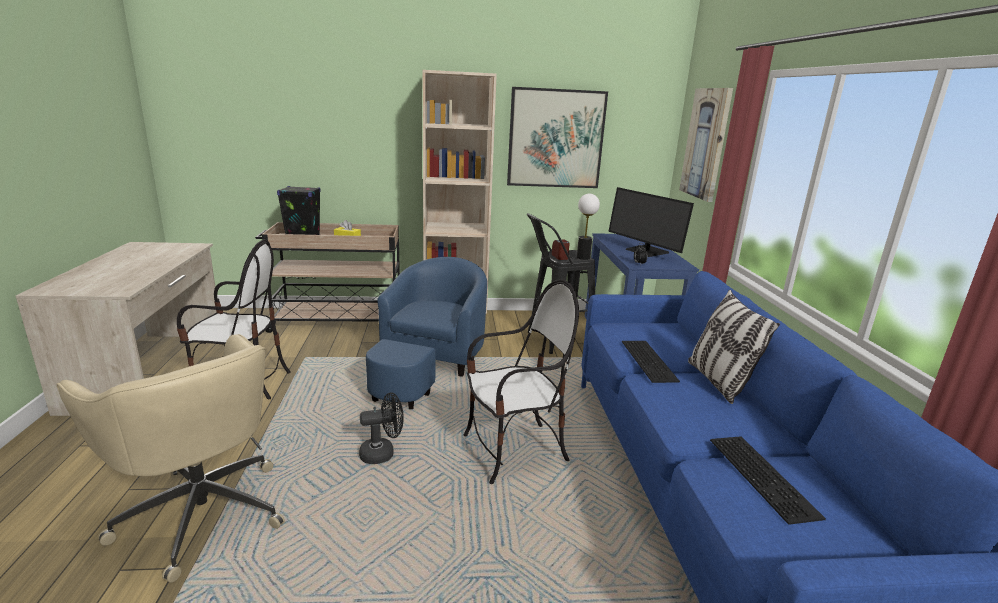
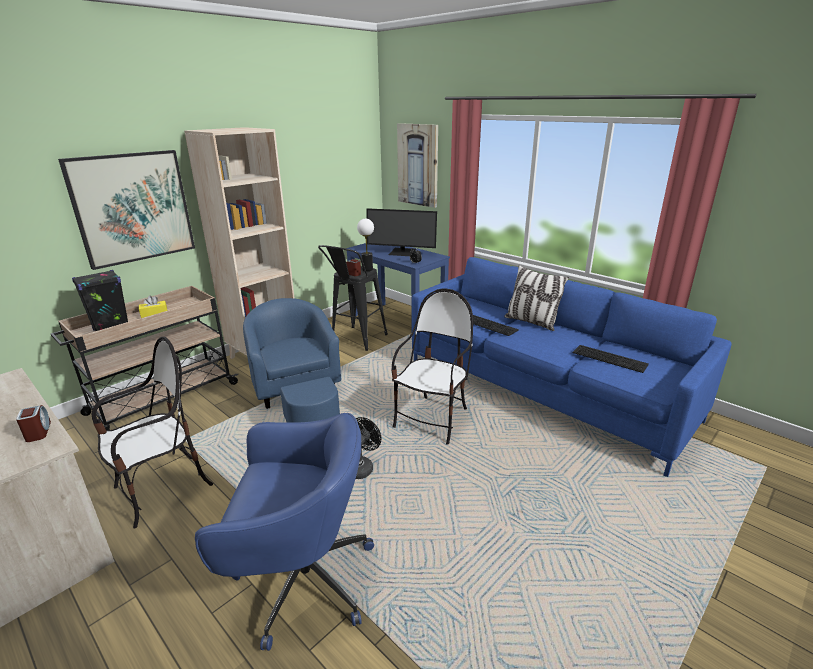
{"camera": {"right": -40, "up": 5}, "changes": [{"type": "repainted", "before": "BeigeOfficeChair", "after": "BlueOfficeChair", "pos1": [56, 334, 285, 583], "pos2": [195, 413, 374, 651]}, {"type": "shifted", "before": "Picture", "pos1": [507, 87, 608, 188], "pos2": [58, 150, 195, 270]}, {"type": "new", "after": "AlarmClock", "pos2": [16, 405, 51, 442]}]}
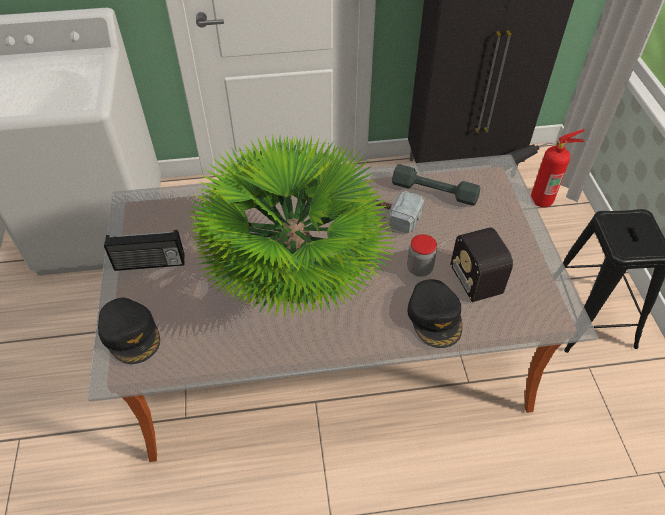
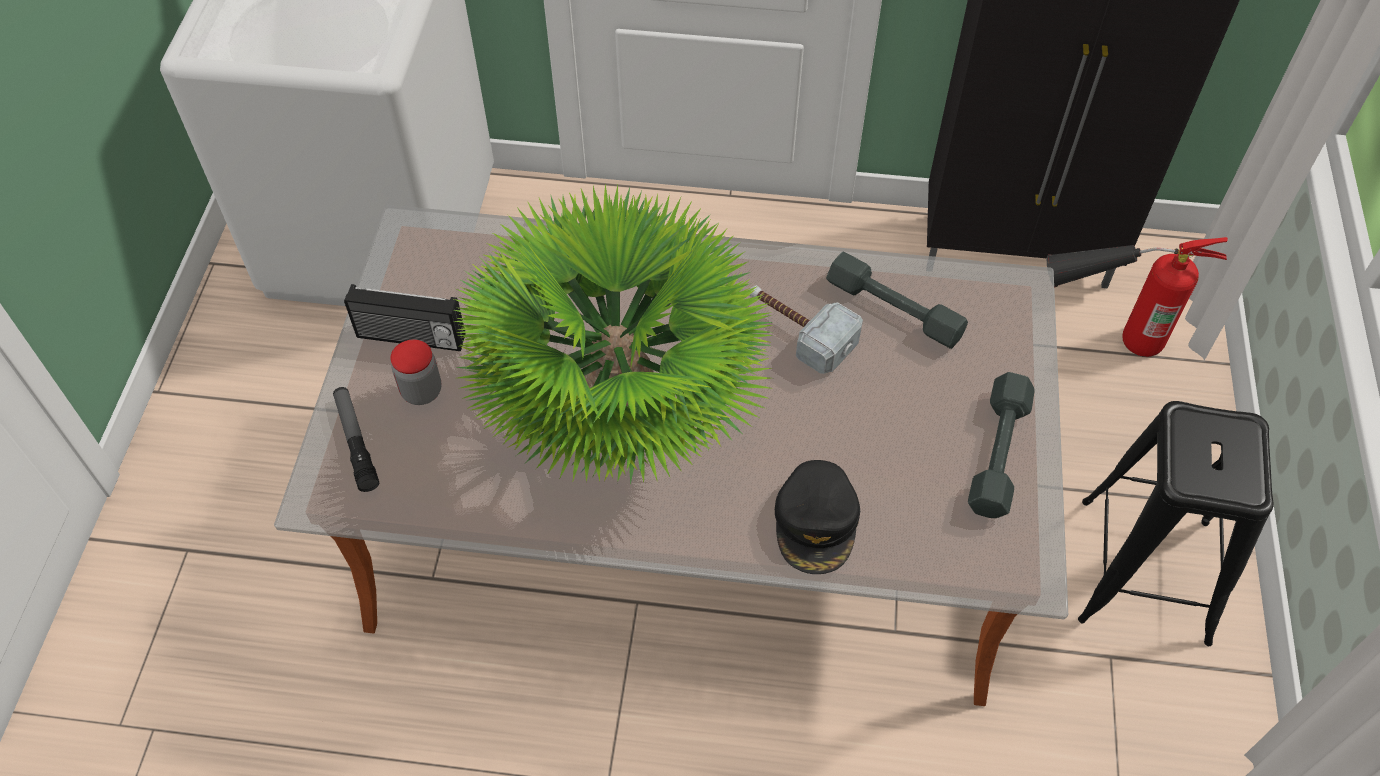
{"camera": {"right": 15, "up": 5}, "changes": [{"type": "swapped", "before": "BlackCap", "after": "Flashlight", "pos1": [98, 298, 160, 364], "pos2": [333, 387, 379, 492]}, {"type": "shifted", "before": "Jar", "pos1": [407, 234, 437, 277], "pos2": [391, 339, 442, 405]}, {"type": "gone", "before": "Radio", "pos1": [439, 227, 513, 302]}, {"type": "new", "after": "GreyDumbbell", "pos2": [968, 372, 1035, 518]}]}
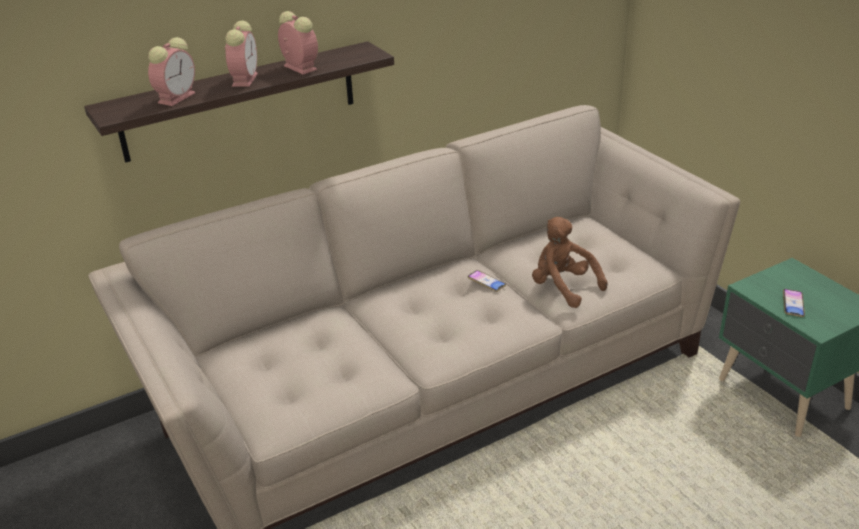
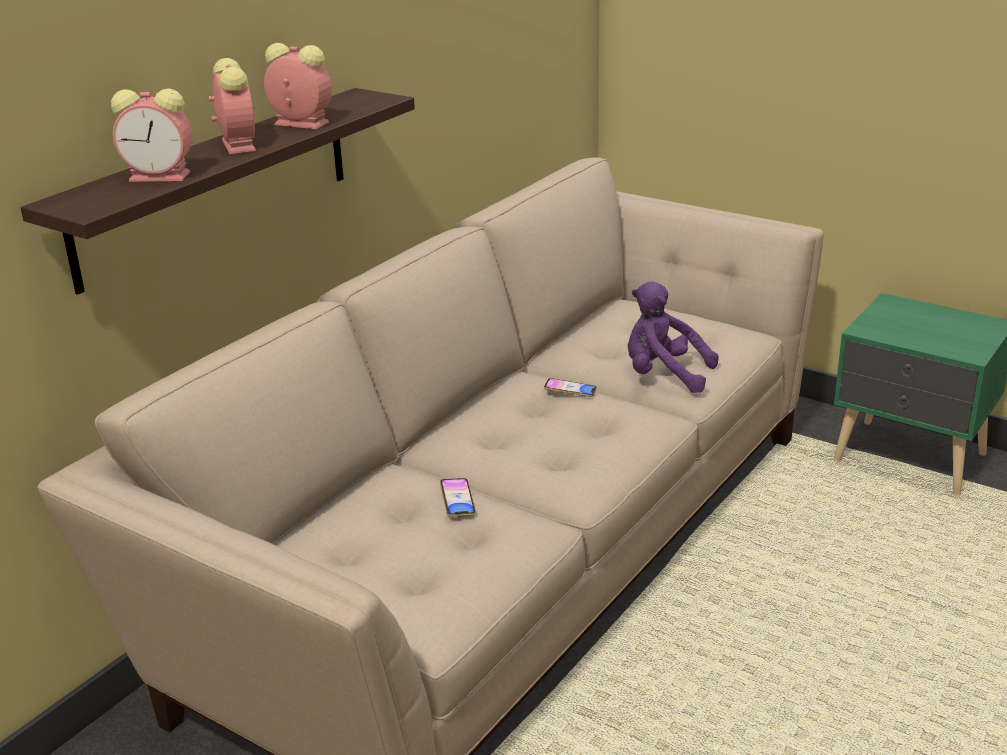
{"camera": {"right": -25, "up": -5}, "changes": [{"type": "rotated", "before": "AlarmClock", "pos1": [148, 37, 195, 106], "pos2": [111, 89, 192, 182], "turn": 90}, {"type": "repainted", "before": "BrownPlushToy", "after": "PurplePlushToy", "pos1": [532, 217, 608, 308], "pos2": [628, 282, 718, 393]}, {"type": "shifted", "before": "Phone", "pos1": [783, 289, 805, 317], "pos2": [440, 478, 476, 517]}]}
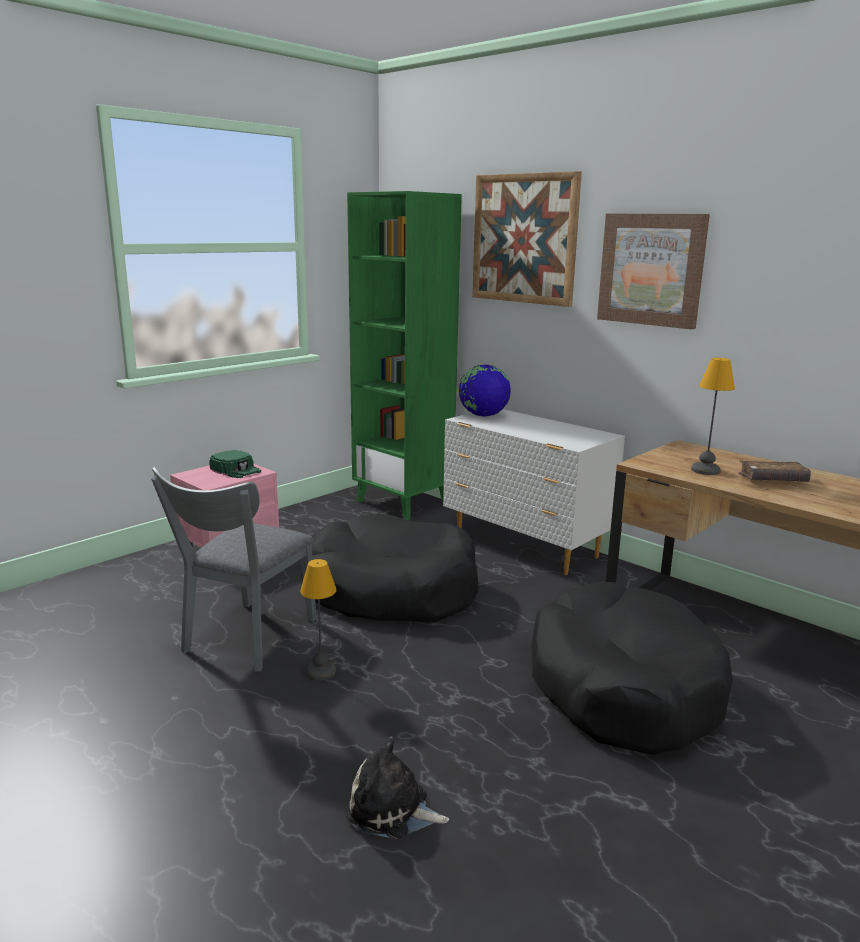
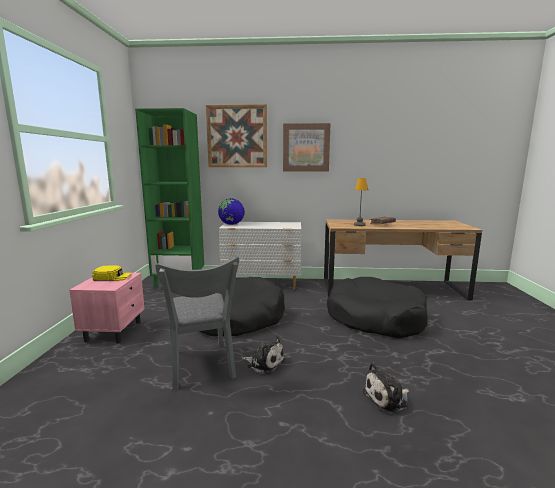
{"camera": {"right": -40, "up": -5}, "changes": [{"type": "repainted", "before": "GreenCap", "after": "YellowCap", "pos1": [209, 450, 261, 478], "pos2": [92, 265, 132, 281]}, {"type": "swapped", "before": "TableLamp", "after": "PlushToy", "pos1": [300, 559, 337, 681], "pos2": [242, 336, 285, 374]}]}
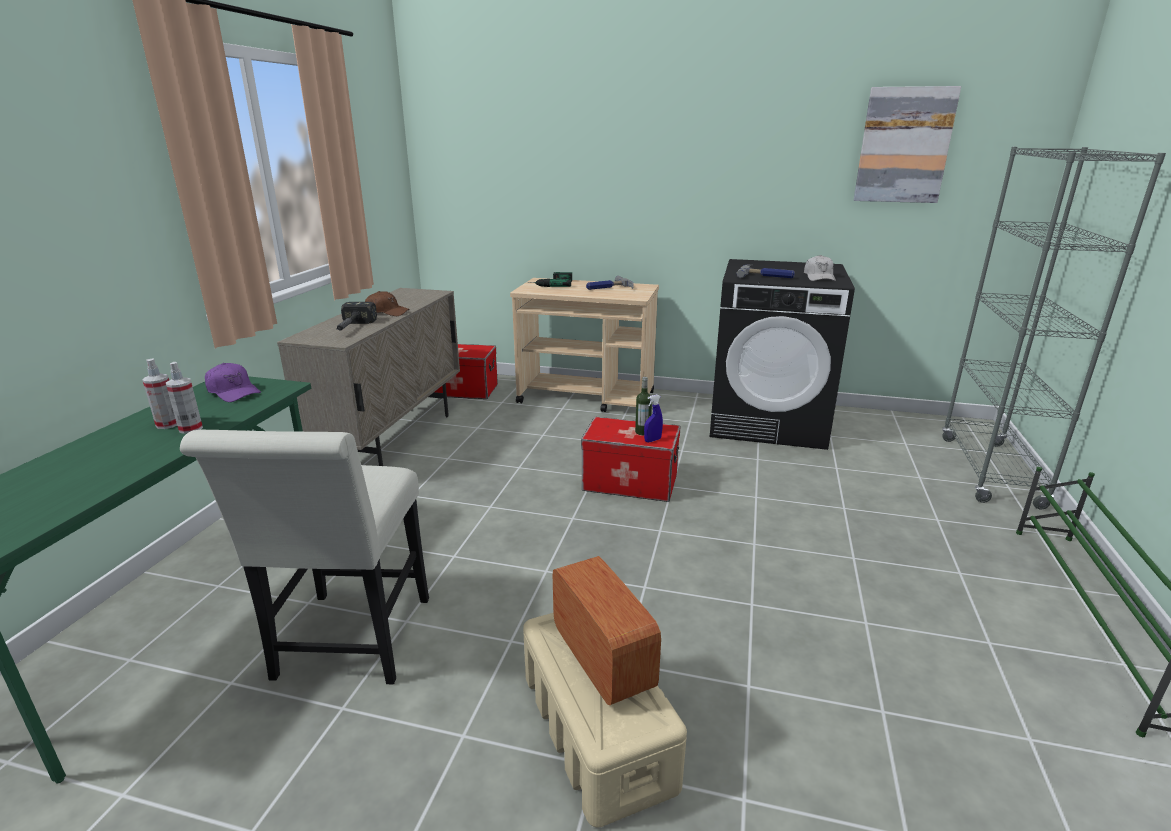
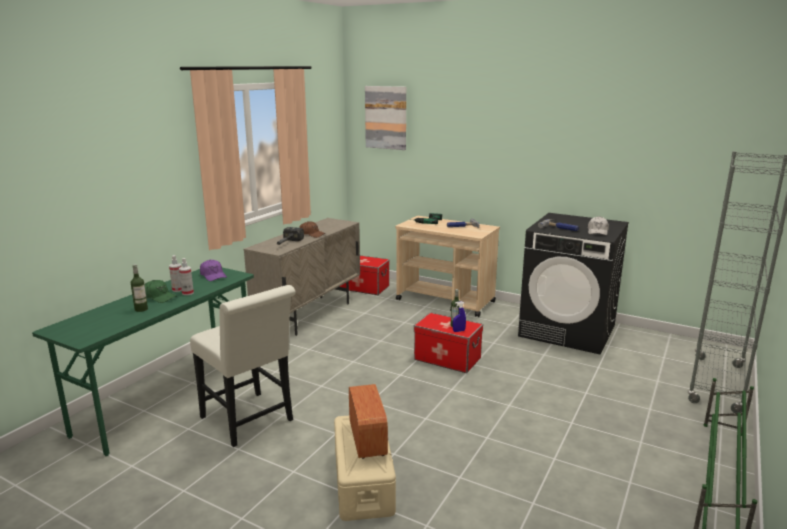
{"camera": {"right": 15, "up": -5}, "changes": [{"type": "rotated", "before": "WhiteChair", "pos1": [180, 430, 429, 684], "pos2": [190, 285, 296, 447], "turn": -60}, {"type": "shifted", "before": "Picture", "pos1": [854, 86, 961, 203], "pos2": [365, 86, 406, 150]}, {"type": "new", "after": "Bottle", "pos2": [131, 264, 148, 312]}, {"type": "new", "after": "GreenCap", "pos2": [145, 280, 177, 303]}]}
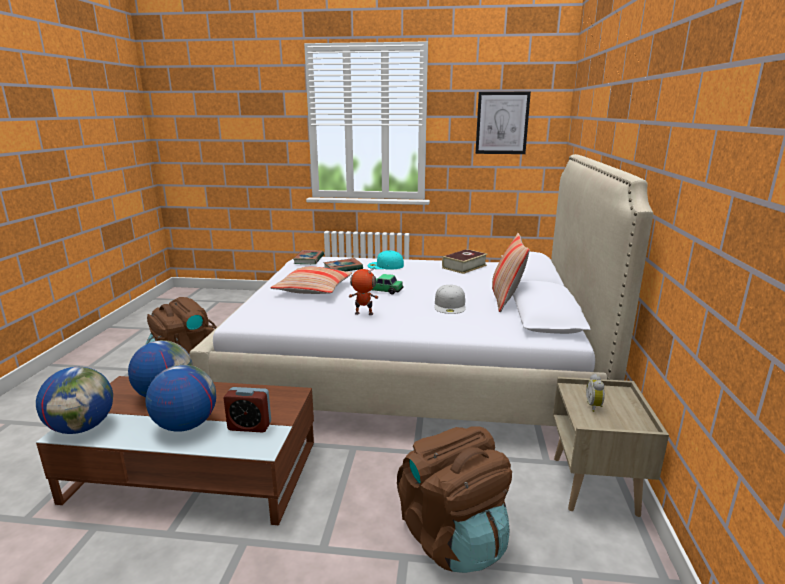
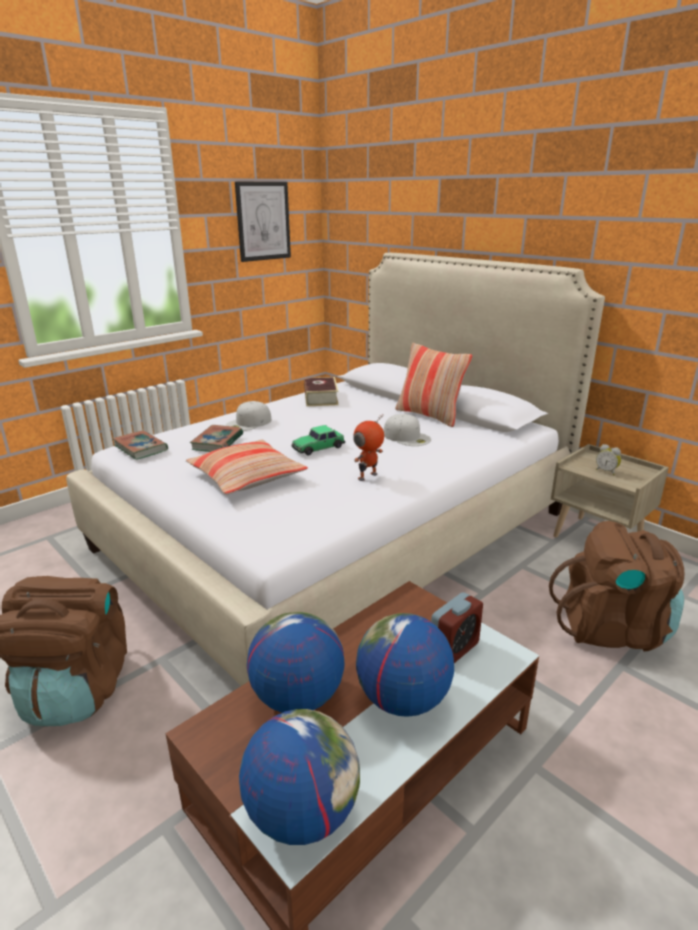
{"camera": {"right": -50, "up": 5}, "changes": [{"type": "repainted", "before": "TurquoiseCap", "after": "WhiteCap", "pos1": [368, 250, 404, 270], "pos2": [225, 401, 271, 431]}]}
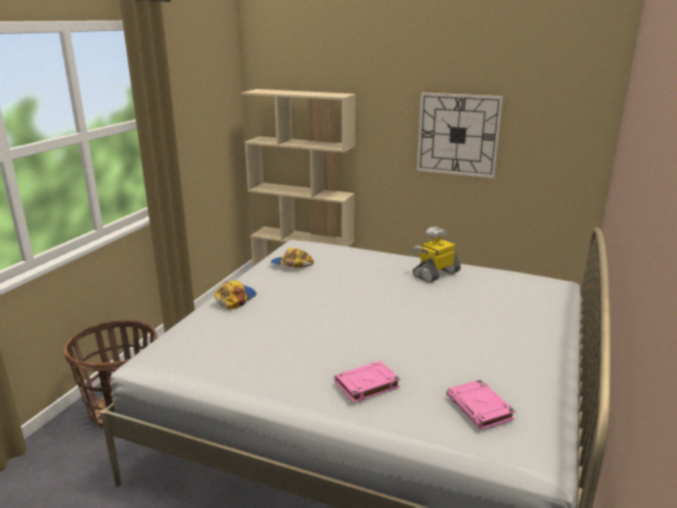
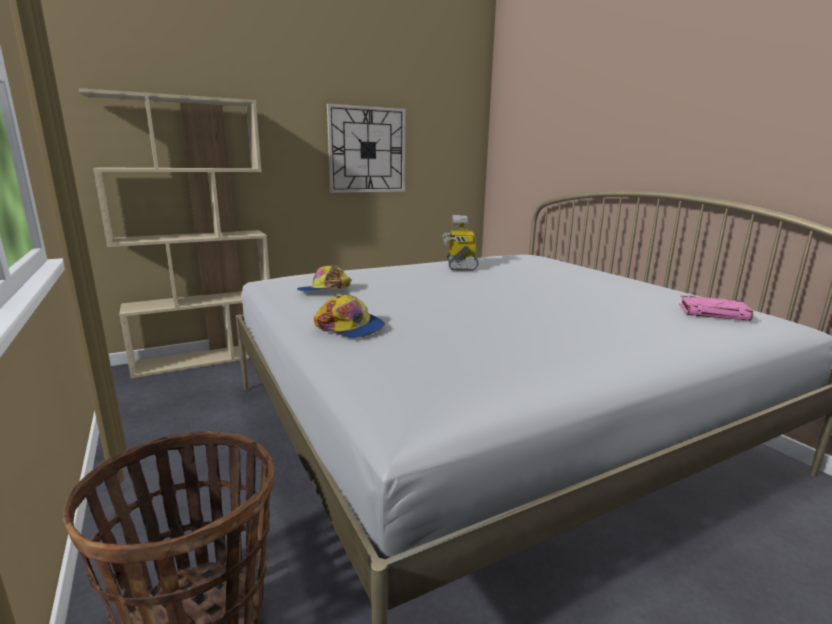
{"camera": {"right": -50, "up": -5}, "changes": [{"type": "rotated", "before": "Cap", "pos1": [214, 280, 257, 310], "pos2": [314, 294, 385, 338], "turn": 150}, {"type": "gone", "before": "PinkBook", "pos1": [334, 361, 400, 403]}]}
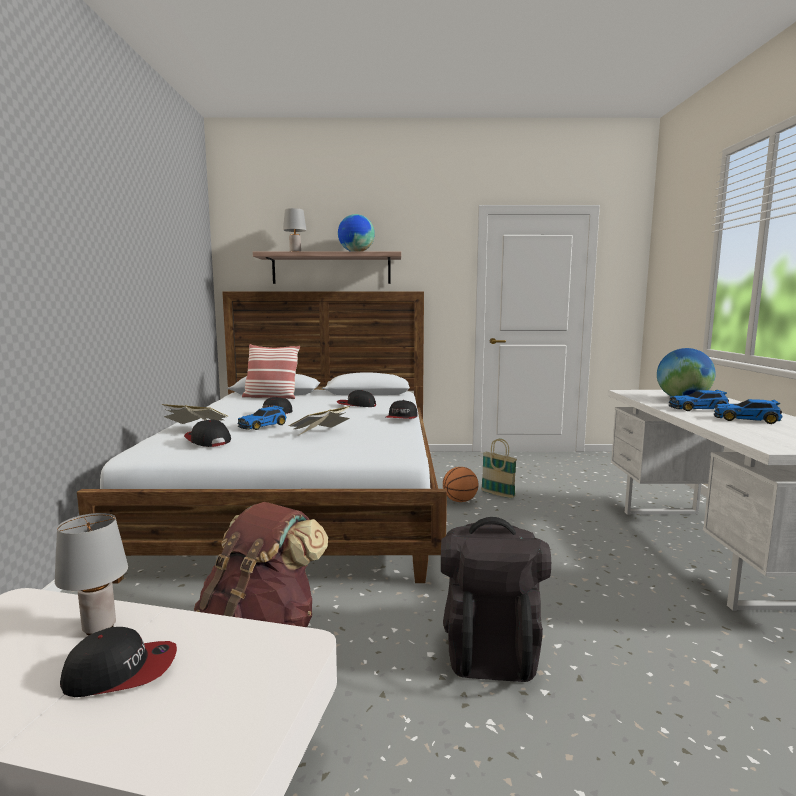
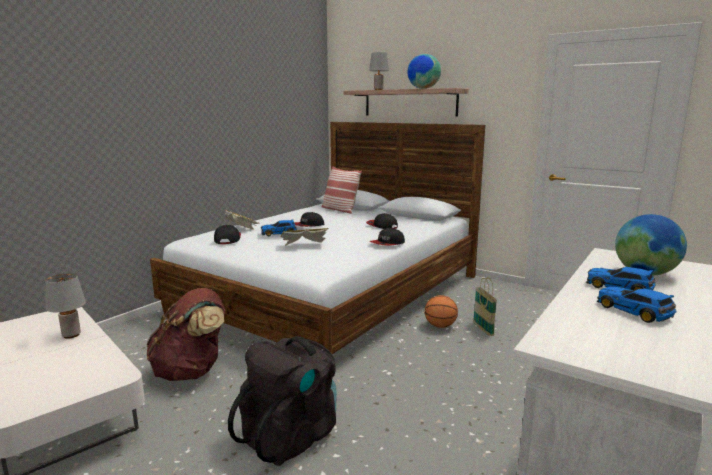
{"camera": {"right": 35, "up": 5}, "changes": [{"type": "gone", "before": "Cap", "pos1": [60, 627, 177, 697]}]}
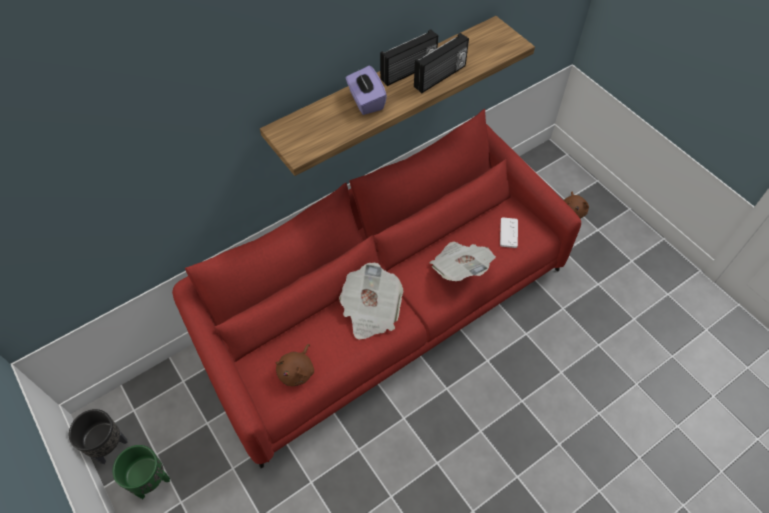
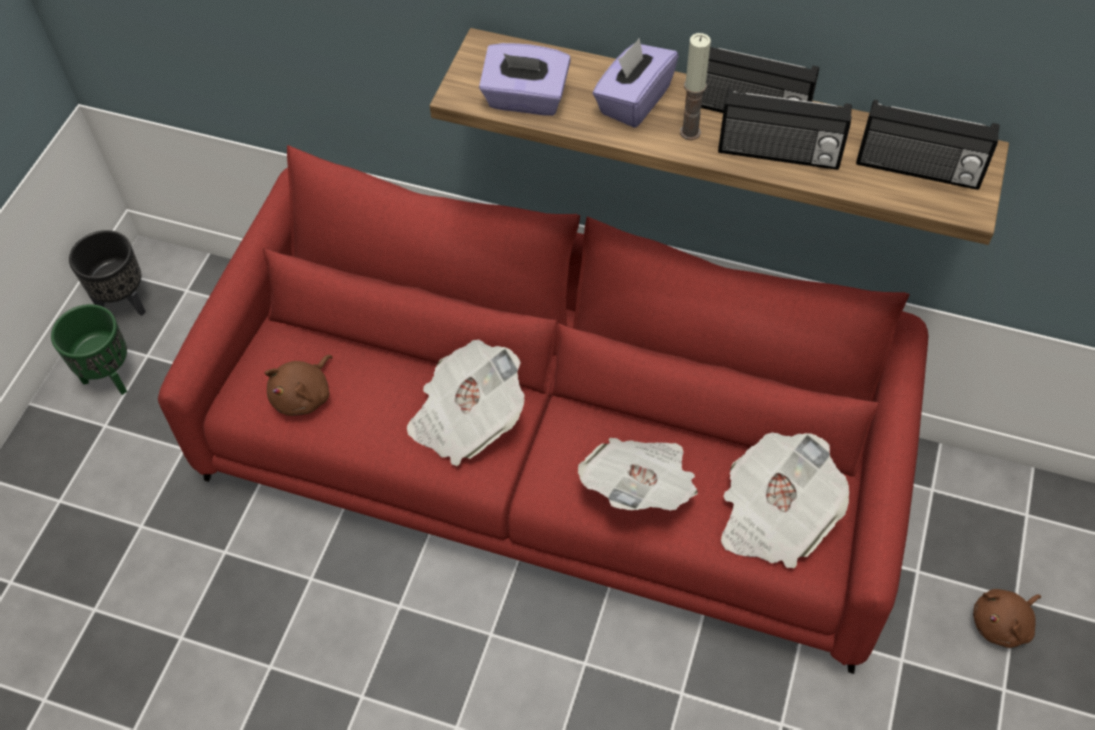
{"camera": {"right": 55, "up": 0}, "changes": [{"type": "rotated", "before": "BrownPlushToy", "pos1": [276, 344, 314, 386], "pos2": [265, 355, 332, 416], "turn": -45}, {"type": "swapped", "before": "WhiteGameController", "after": "Newspaper", "pos1": [500, 217, 518, 248], "pos2": [721, 432, 849, 568]}, {"type": "new", "after": "PurpleTissueBox", "pos2": [479, 43, 571, 116]}, {"type": "new", "after": "Candle", "pos2": [680, 33, 711, 140]}, {"type": "new", "after": "Radio", "pos2": [856, 100, 1000, 190]}]}
